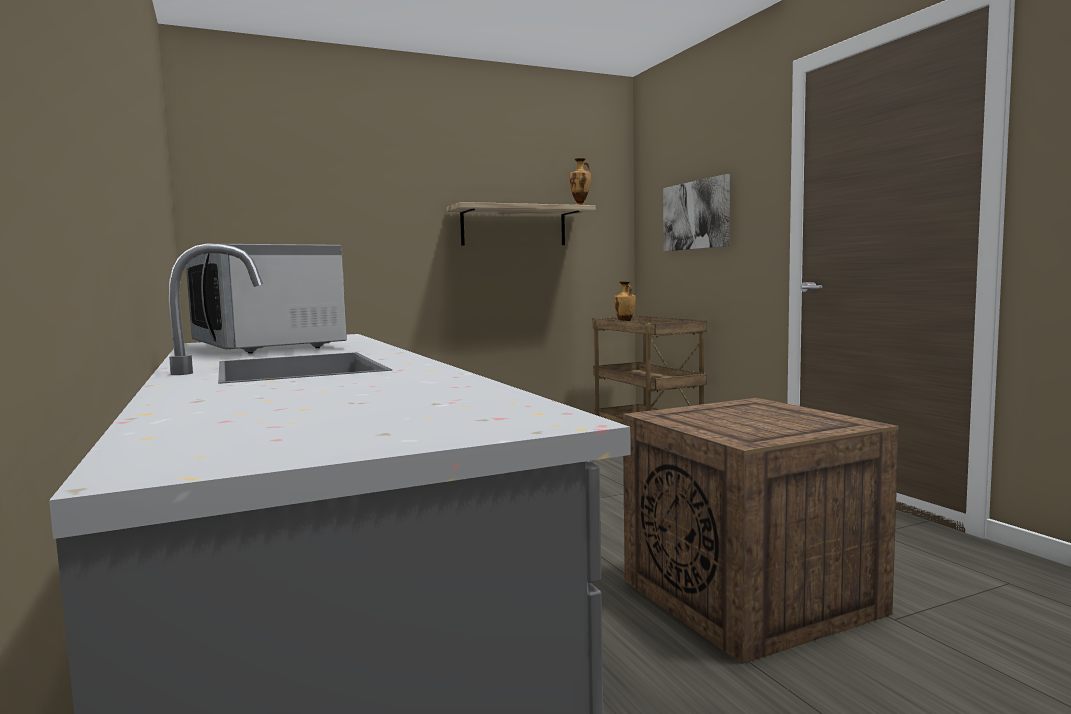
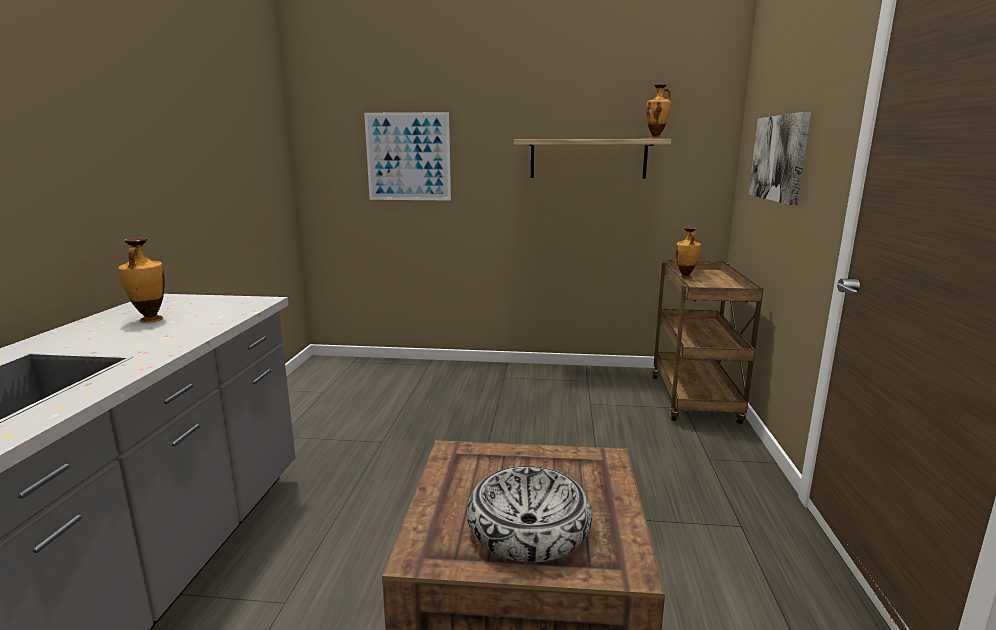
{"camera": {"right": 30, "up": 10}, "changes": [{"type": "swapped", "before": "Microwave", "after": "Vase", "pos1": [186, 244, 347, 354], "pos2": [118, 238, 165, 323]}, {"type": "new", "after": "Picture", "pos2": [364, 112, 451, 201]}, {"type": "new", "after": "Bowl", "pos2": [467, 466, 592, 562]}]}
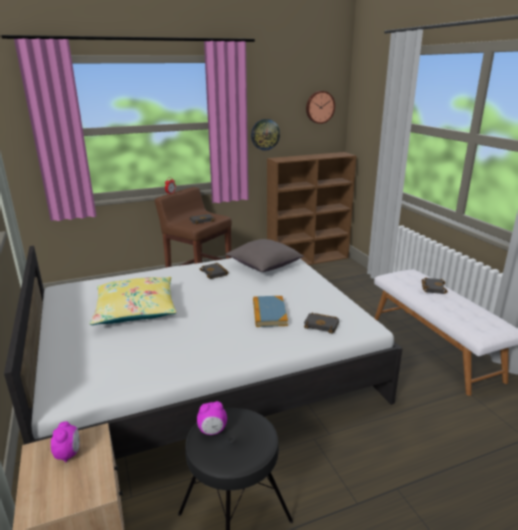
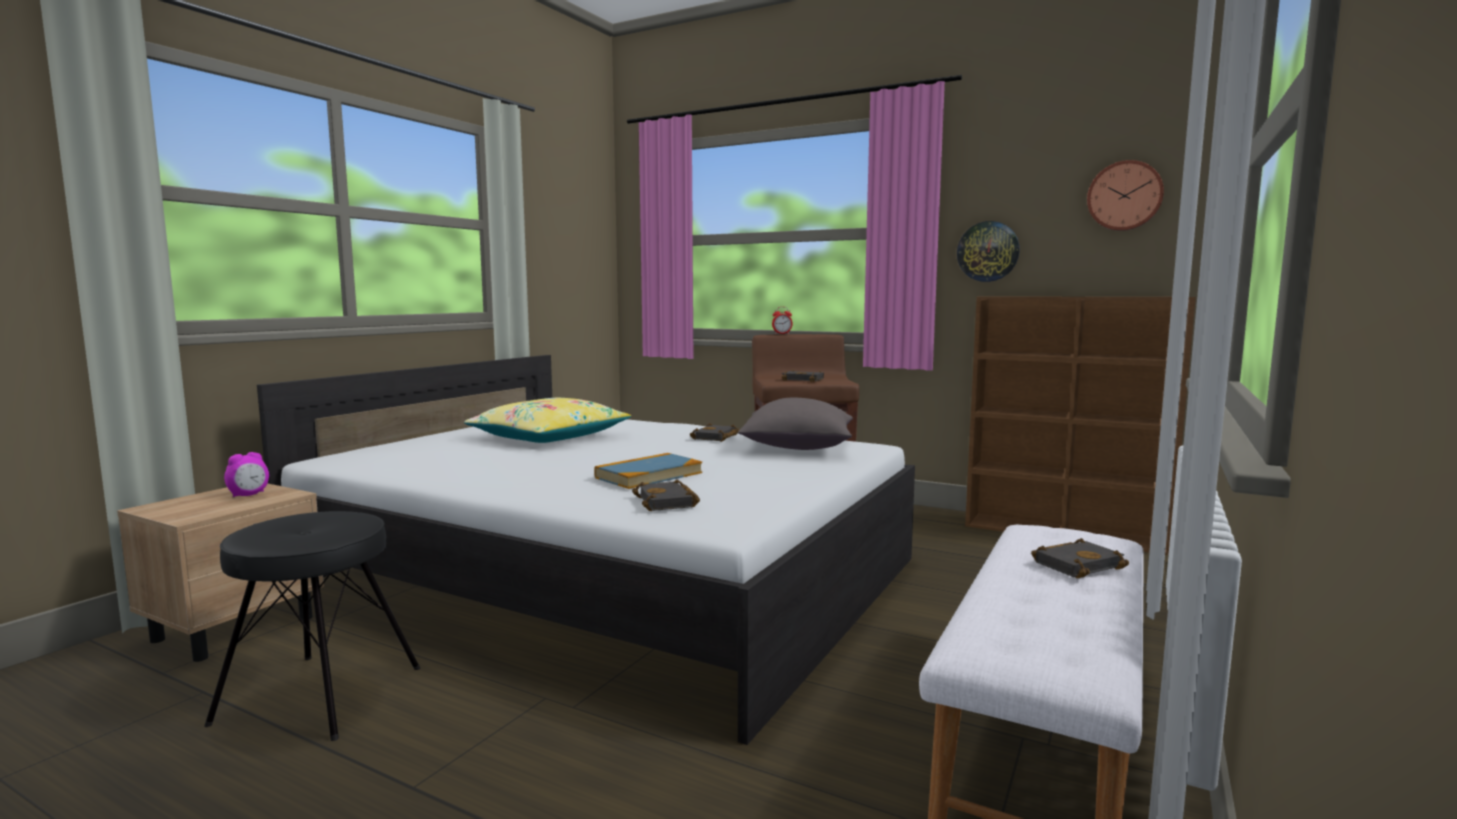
{"camera": {"right": 50, "up": -15}, "changes": [{"type": "gone", "before": "AlarmClock", "pos1": [197, 401, 227, 435]}]}
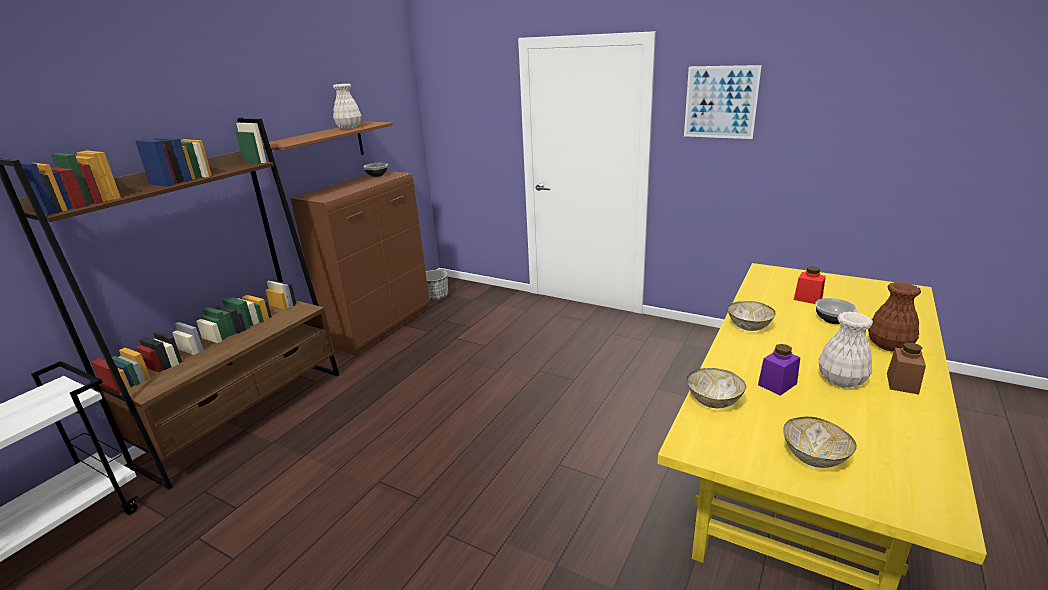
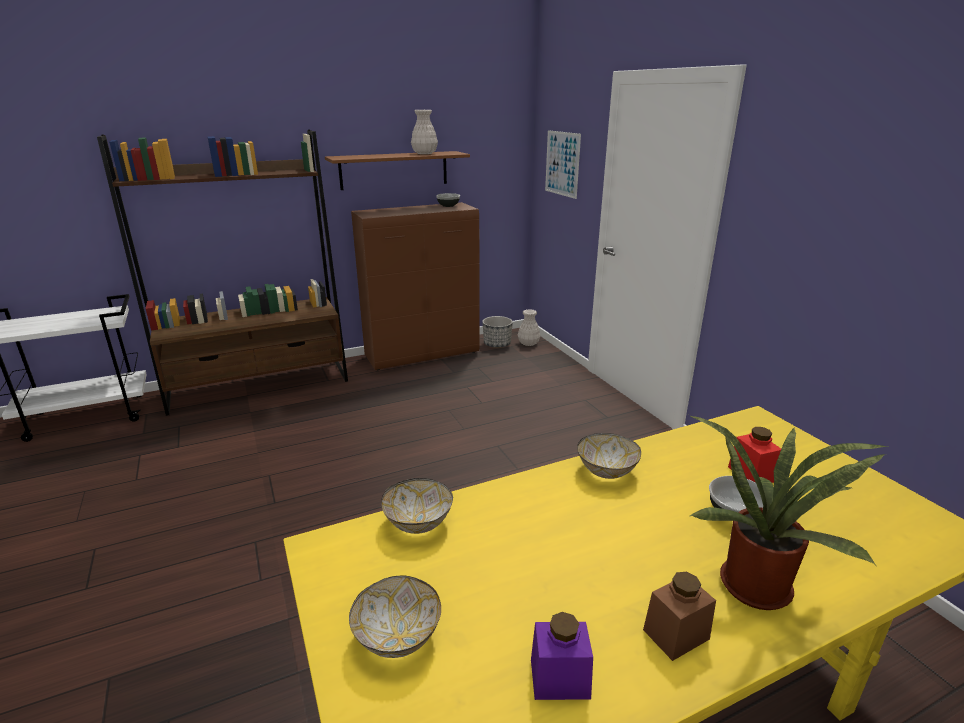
{"camera": {"right": 35, "up": 0}, "changes": [{"type": "shifted", "before": "Picture", "pos1": [684, 65, 762, 139], "pos2": [545, 130, 581, 199]}, {"type": "shifted", "before": "PurpleJar", "pos1": [758, 344, 800, 395], "pos2": [531, 612, 593, 700]}, {"type": "shifted", "before": "WhiteVase", "pos1": [819, 311, 873, 388], "pos2": [518, 309, 540, 346]}, {"type": "swapped", "before": "BrownVase", "after": "PottedPlant", "pos1": [868, 282, 921, 351], "pos2": [689, 415, 888, 610]}]}
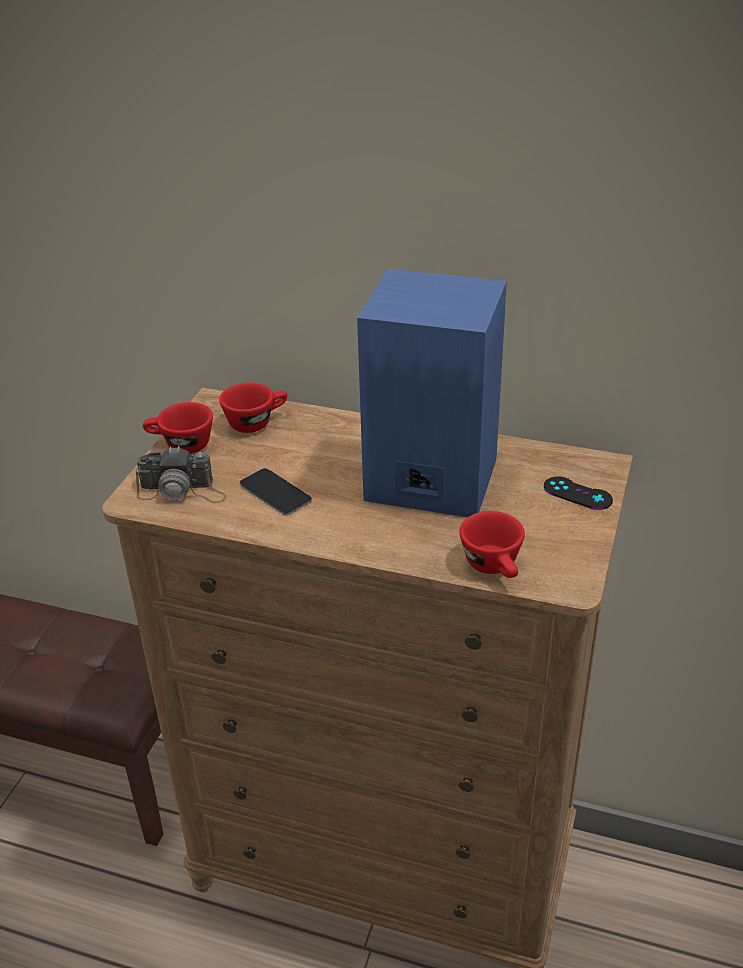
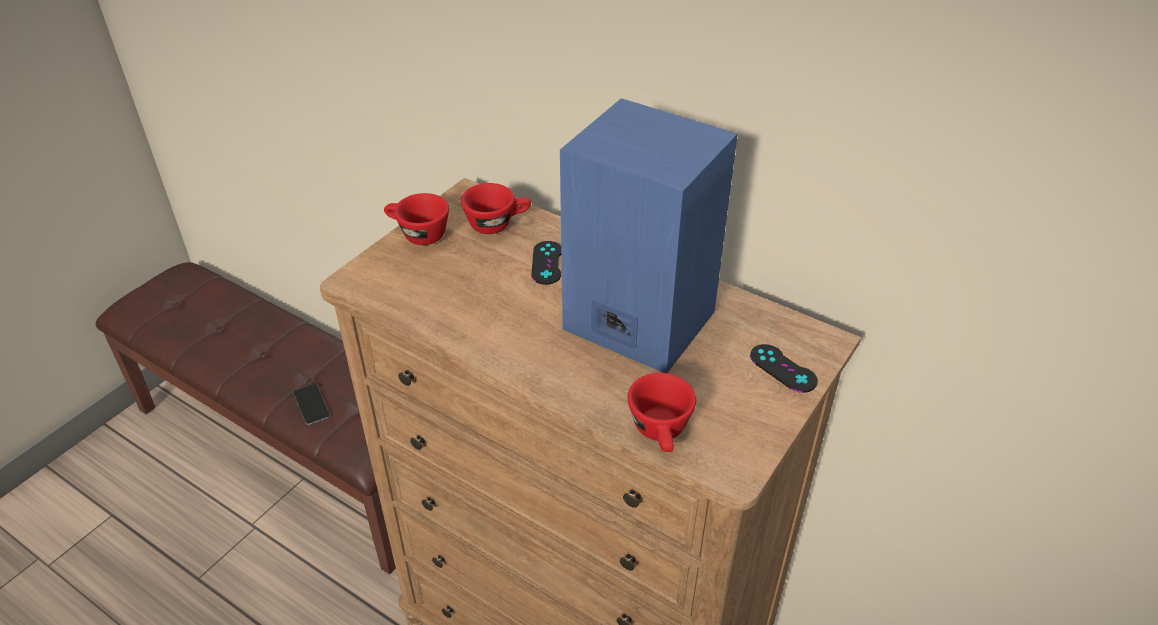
{"camera": {"right": 15, "up": 5}, "changes": [{"type": "gone", "before": "PhotoCamera", "pos1": [136, 446, 227, 503]}, {"type": "shifted", "before": "Phone", "pos1": [240, 468, 312, 515], "pos2": [294, 384, 330, 425]}, {"type": "new", "after": "BlackGameController", "pos2": [531, 241, 561, 285]}]}
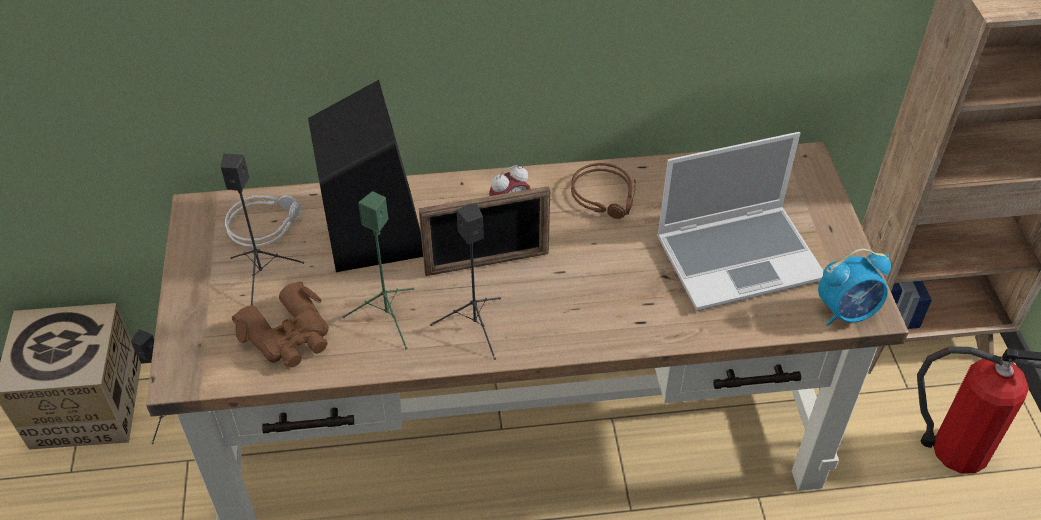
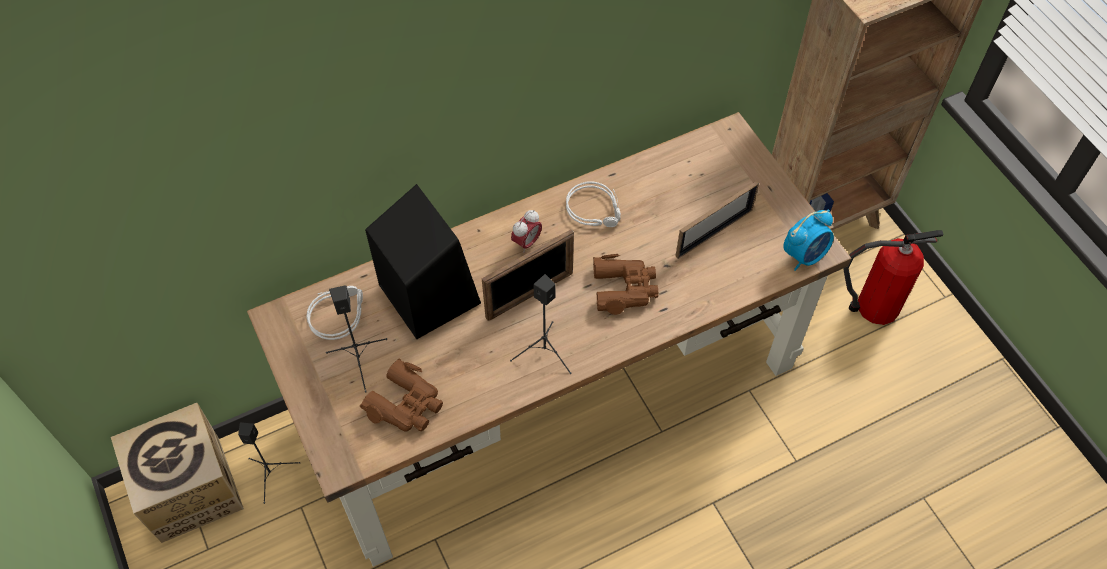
{"camera": {"right": -20, "up": 10}, "changes": [{"type": "gone", "before": "GreenSpeaker", "pos1": [343, 191, 414, 349]}, {"type": "repainted", "before": "BrownHeadphones", "after": "GreyHeadphones", "pos1": [571, 163, 636, 219], "pos2": [566, 181, 621, 227]}, {"type": "swapped", "before": "Laptop", "after": "PictureFrame", "pos1": [657, 132, 824, 311], "pos2": [675, 181, 759, 259]}, {"type": "new", "after": "BrownBinoculars", "pos2": [593, 254, 658, 315]}]}
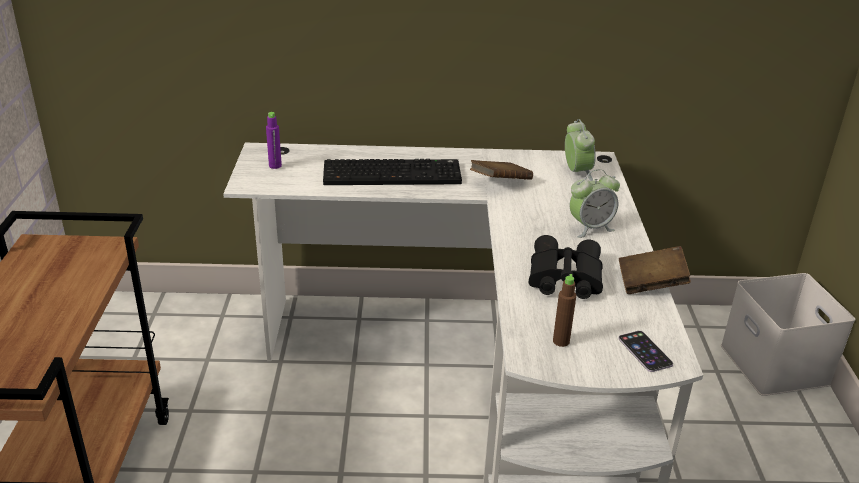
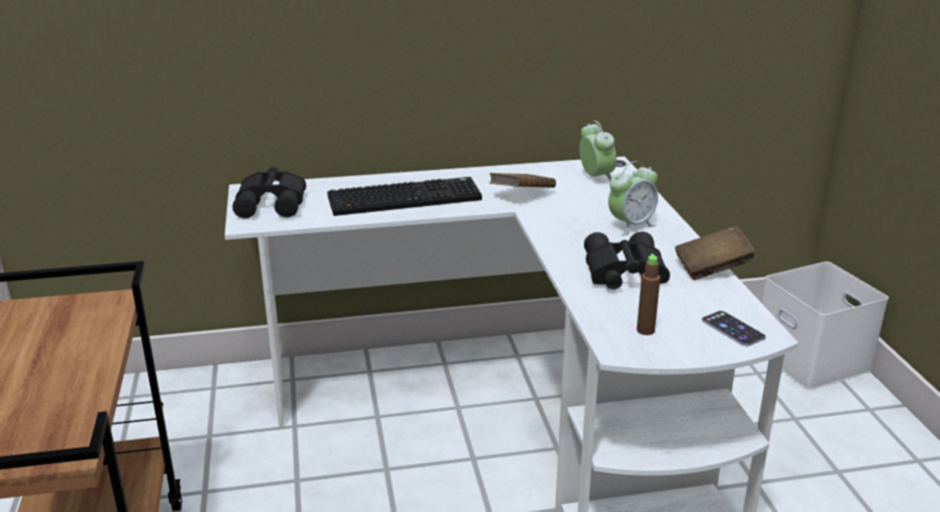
{"camera": {"right": -10, "up": -5}, "changes": [{"type": "swapped", "before": "PurpleBottle", "after": "BlackBinoculars", "pos1": [266, 112, 282, 169], "pos2": [232, 167, 306, 219]}]}
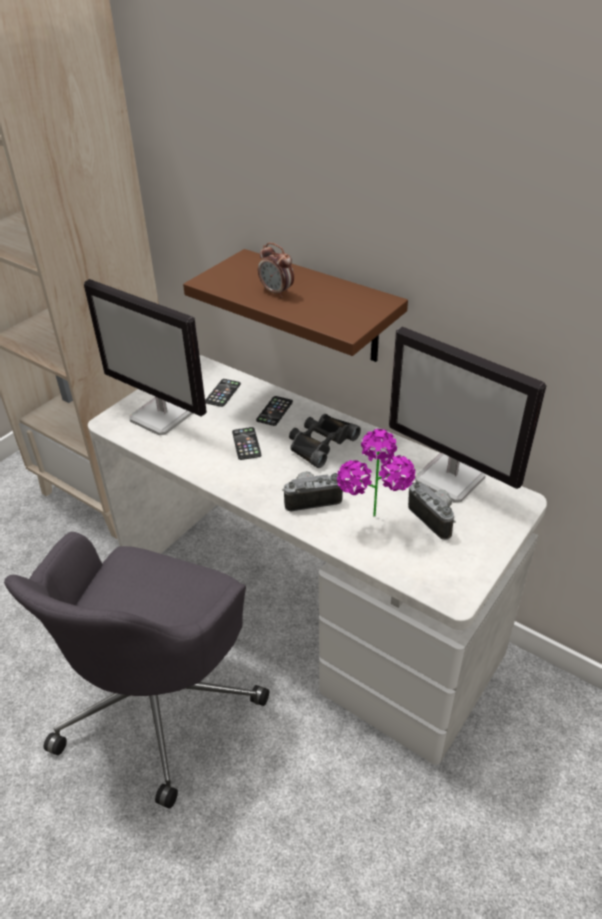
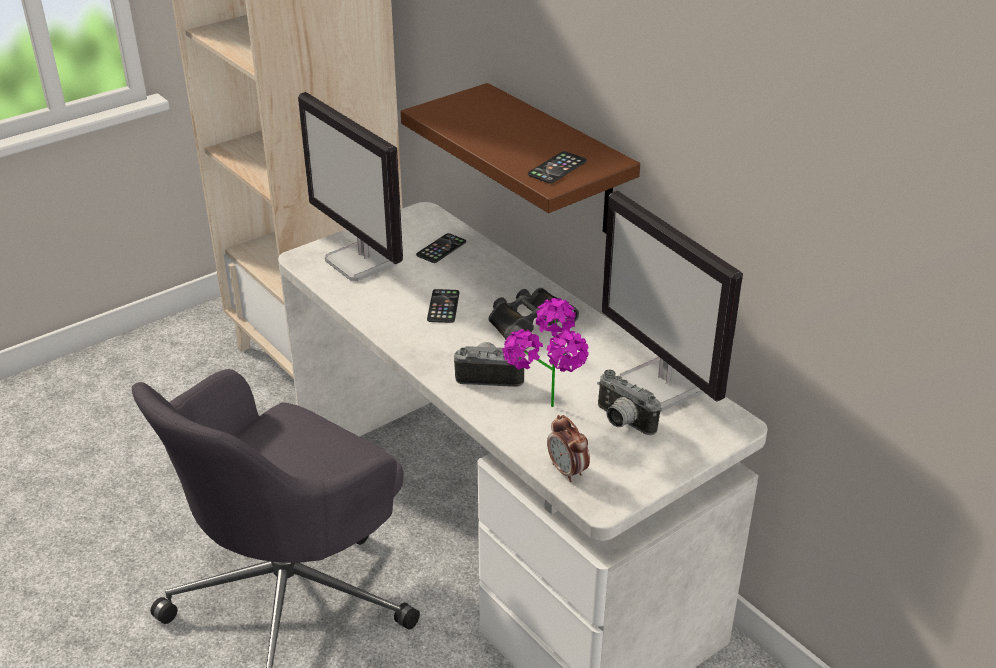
{"camera": {"right": 15, "up": -5}, "changes": [{"type": "shifted", "before": "Phone", "pos1": [256, 396, 293, 426], "pos2": [528, 151, 587, 184]}, {"type": "shifted", "before": "AlarmClock", "pos1": [258, 243, 294, 298], "pos2": [547, 415, 590, 482]}, {"type": "rotated", "before": "PhotoCamera", "pos1": [408, 482, 456, 540], "pos2": [597, 369, 661, 435], "turn": 150}]}
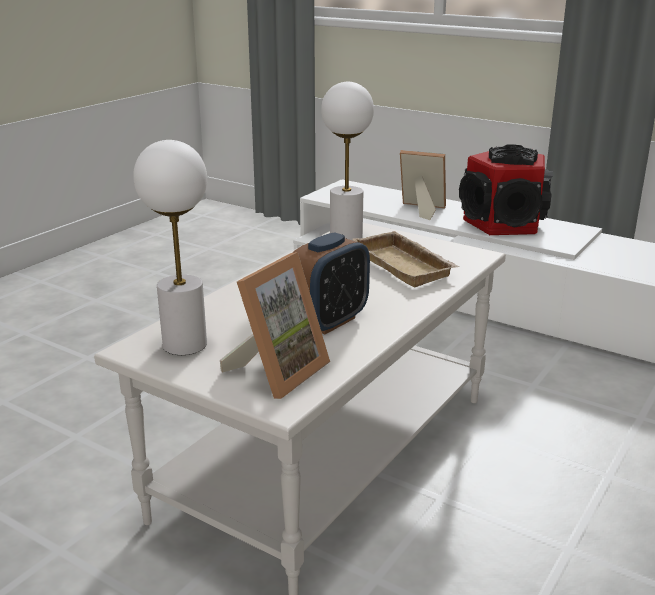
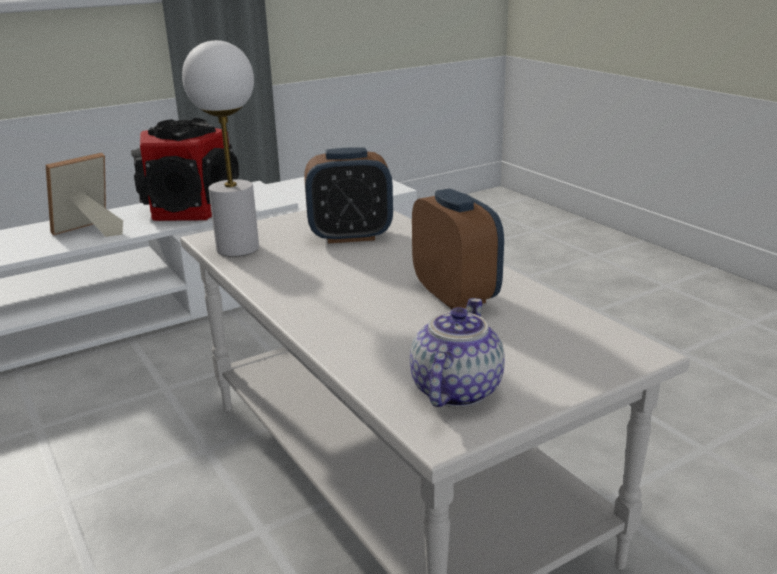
{"camera": {"right": -65, "up": 0}, "changes": [{"type": "swapped", "before": "WhiteTableLamp", "after": "Teapot", "pos1": [133, 140, 207, 355], "pos2": [410, 298, 505, 407]}, {"type": "gone", "before": "PictureFrame", "pos1": [220, 252, 330, 399]}, {"type": "swapped", "before": "BeigeTray", "after": "AlarmClock", "pos1": [352, 231, 460, 287], "pos2": [304, 147, 393, 244]}]}
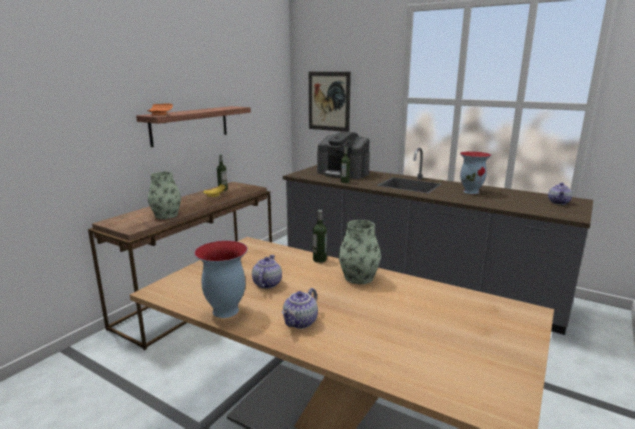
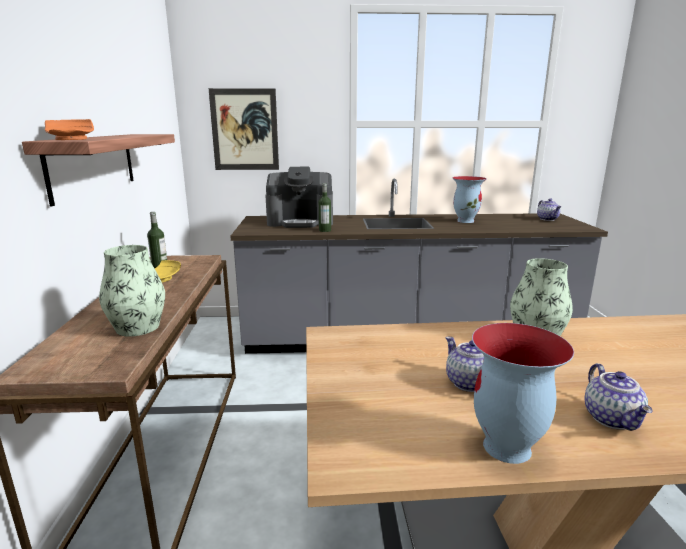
{"camera": {"right": -35, "up": 0}, "changes": [{"type": "gone", "before": "Bottle", "pos1": [313, 210, 327, 263]}]}
